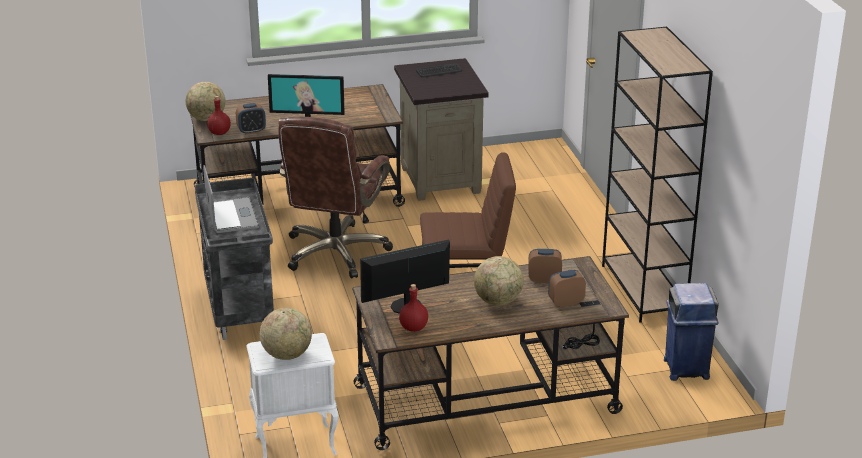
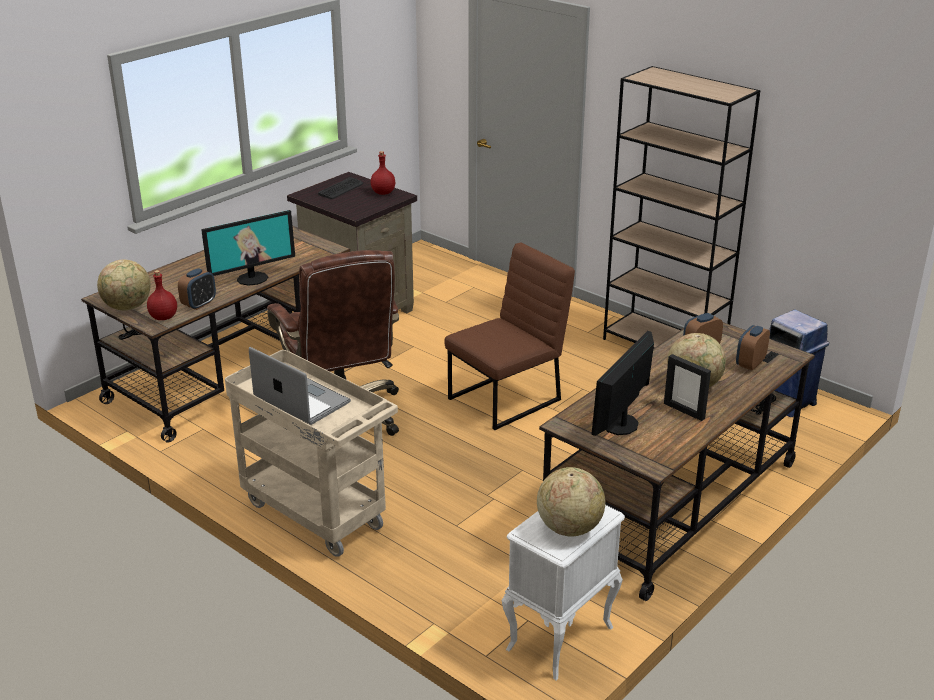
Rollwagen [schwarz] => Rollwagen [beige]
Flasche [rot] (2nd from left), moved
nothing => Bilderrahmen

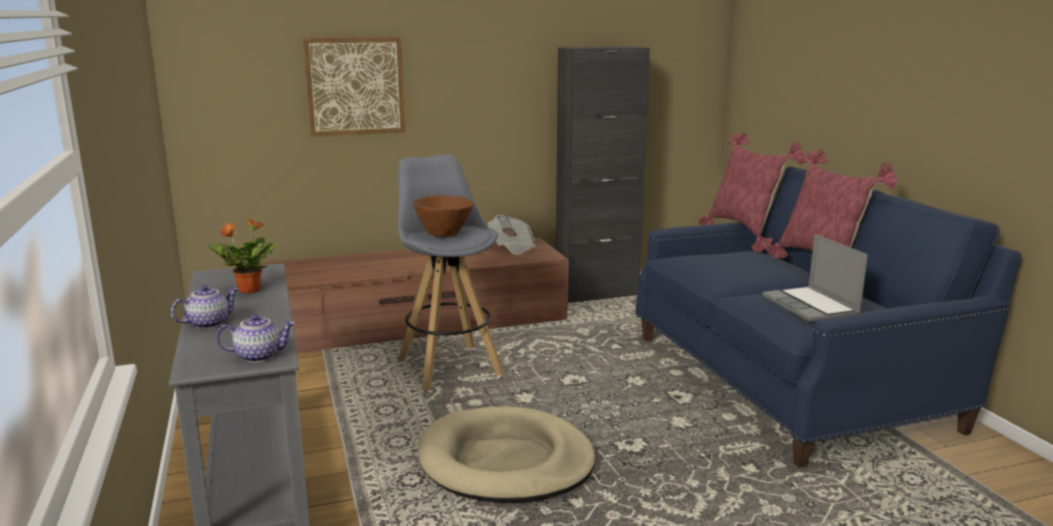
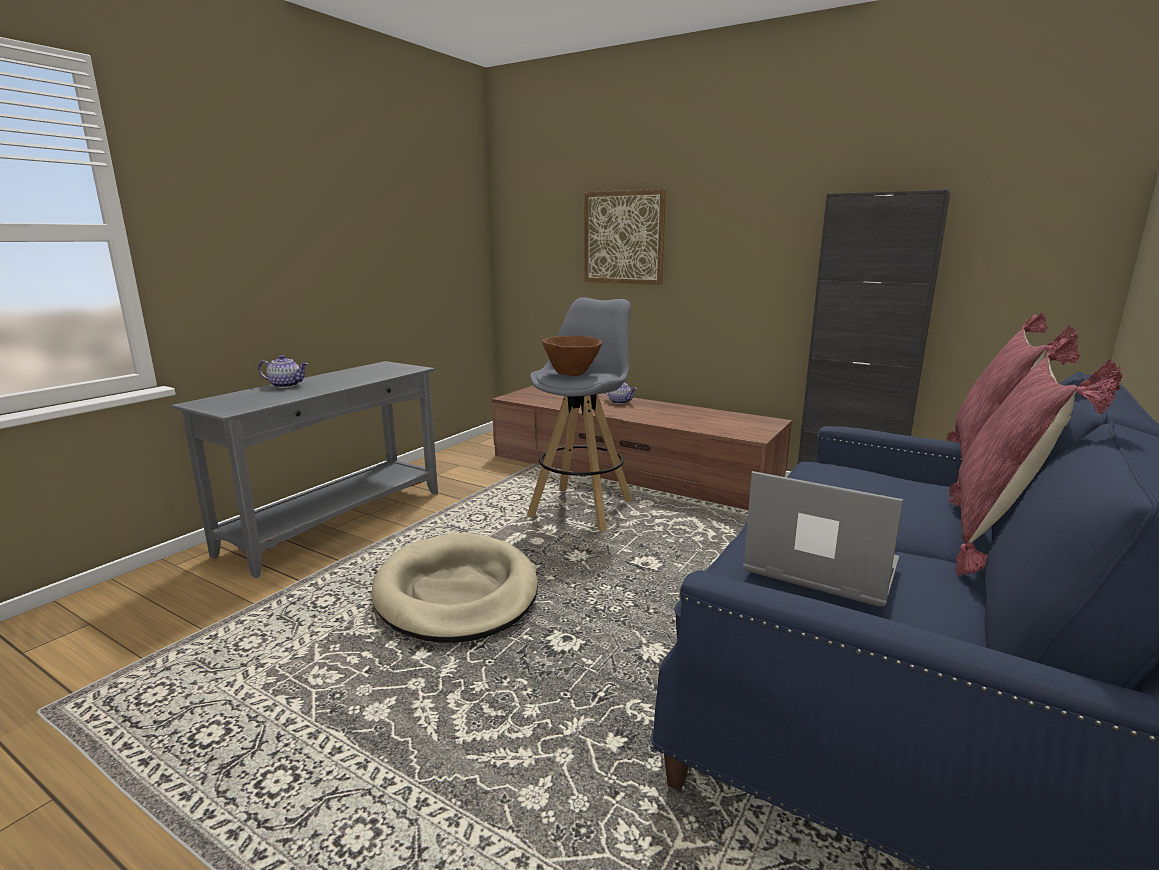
Teekanne (2nd from left), moved
Laptop, 90 degrees clockwise
Topfpflanze => nothing
Zeitung => nothing

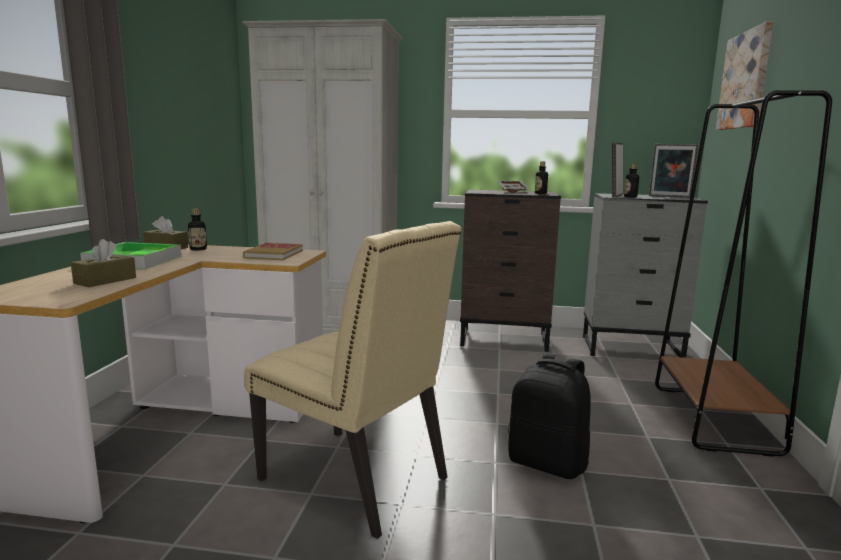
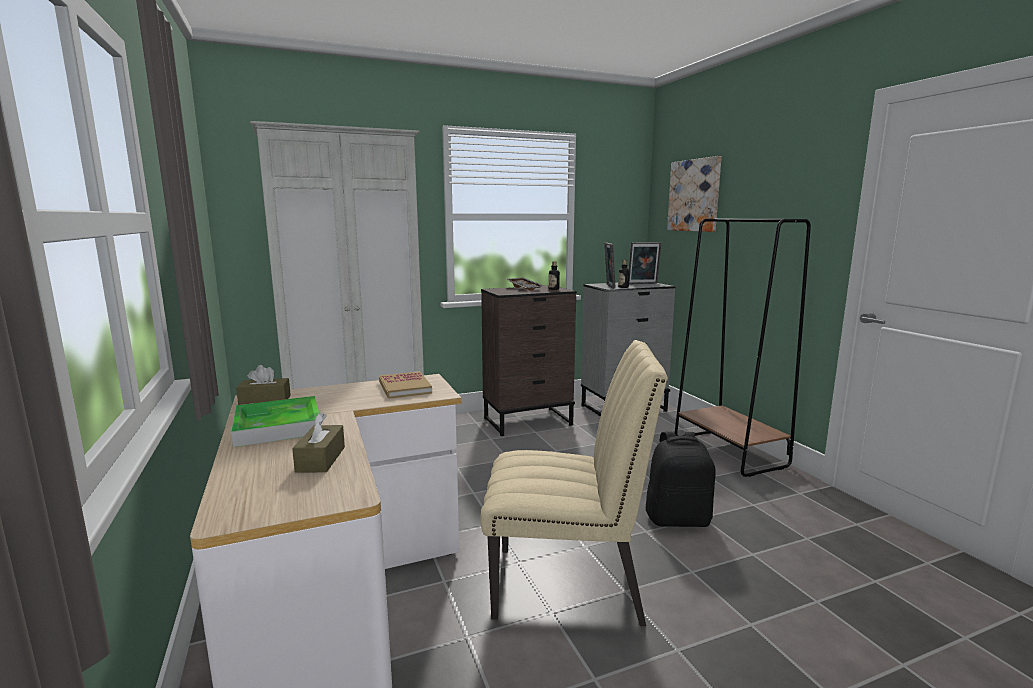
Flasche (1st from left) => nothing

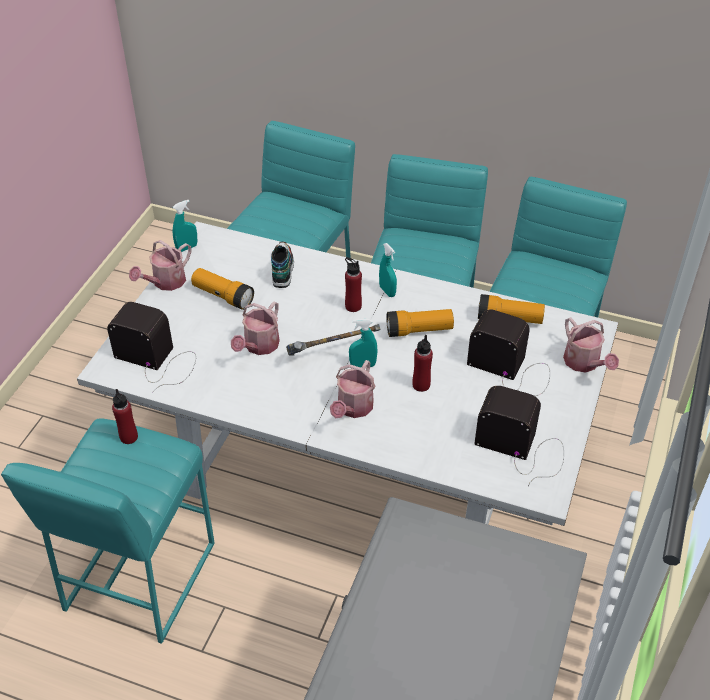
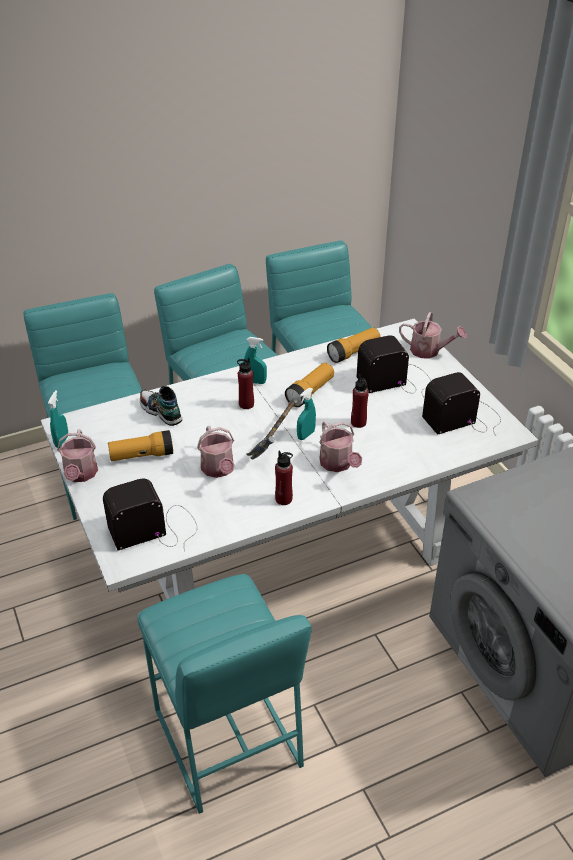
Flasche [rot] (1st from left in the first image) => Flasche [rot] (2nd from left), moved

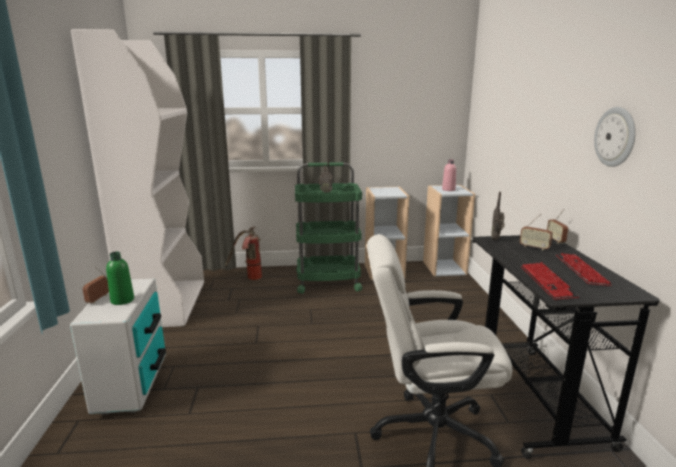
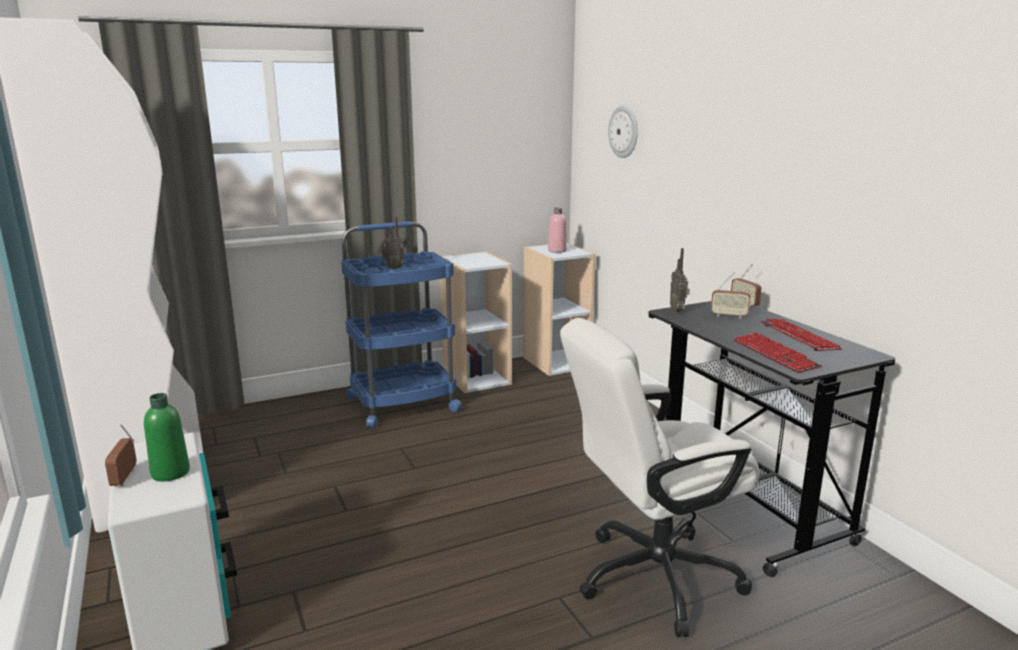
Rollwagen [grün] => Rollwagen [blau]
Wanduhr, moved
Feuerlöscher => nothing

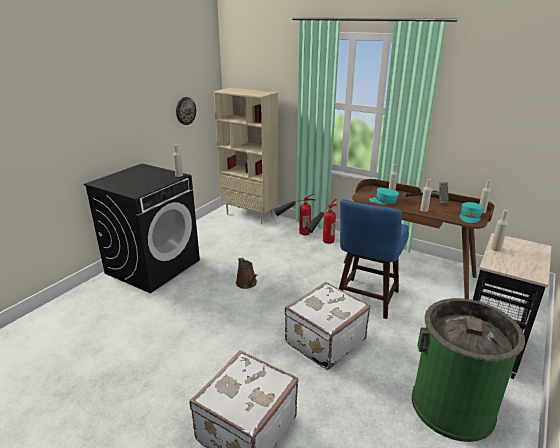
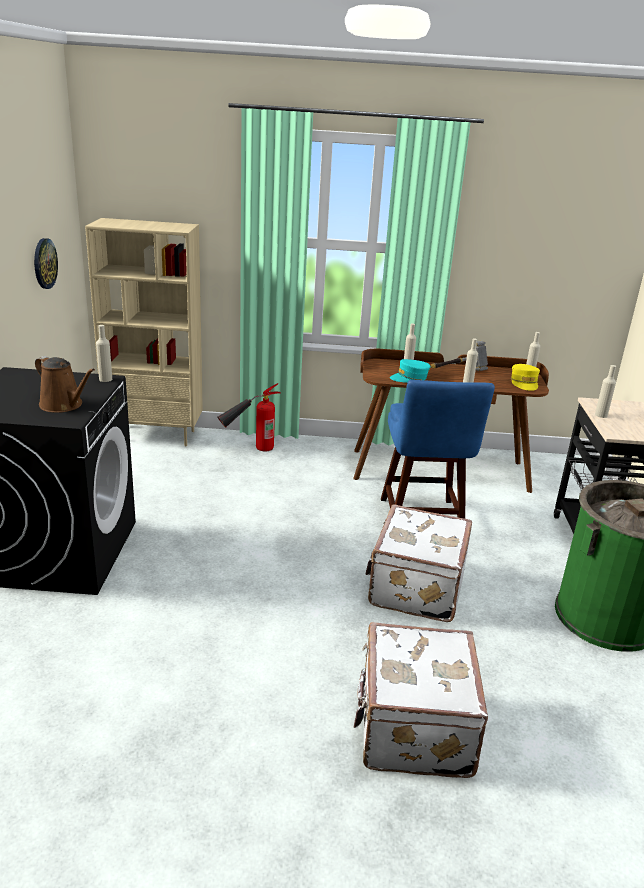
Gießkanne [braun], moved
Kappe [türkis] (2nd from left) => Kappe [gelb]
Feuerlöscher (2nd from left) => nothing

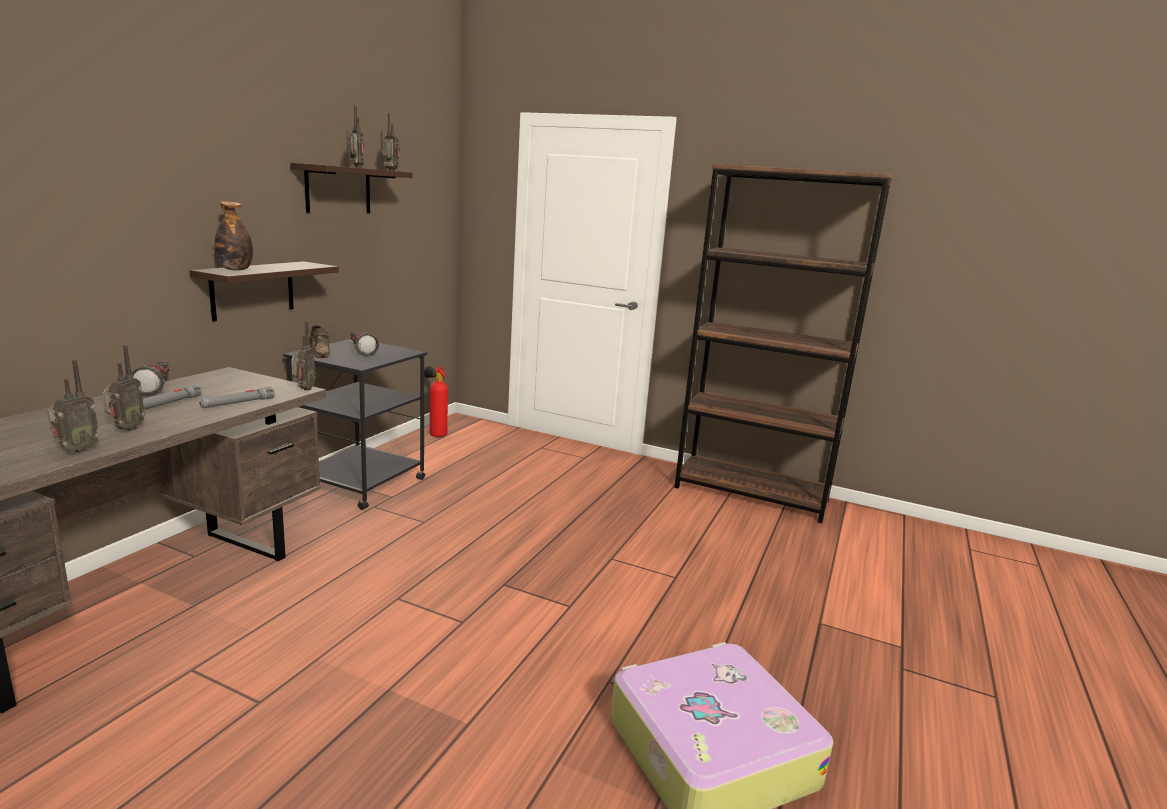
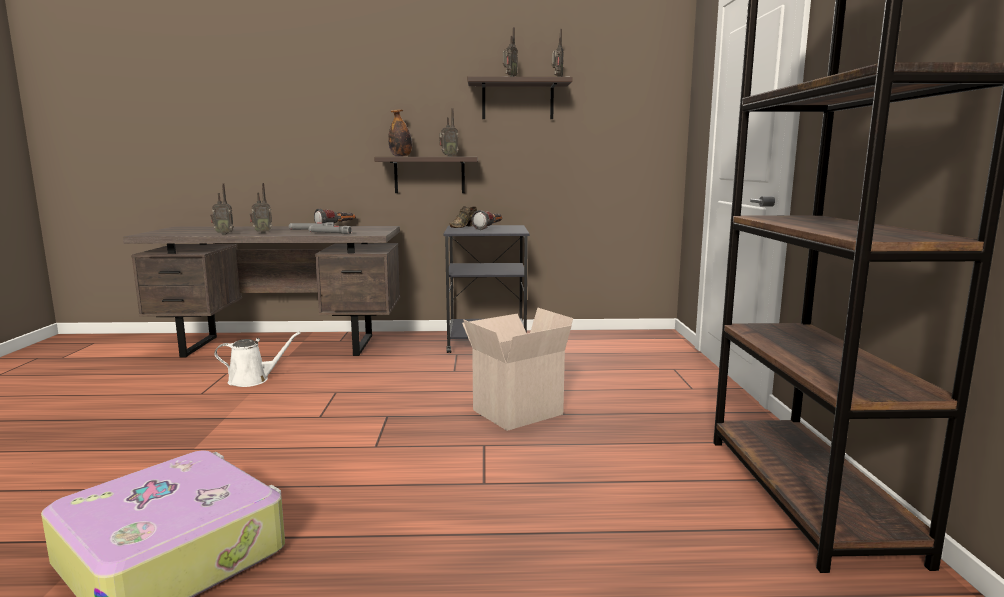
nothing => Gießkanne [weiß]
Radio (3rd from left), moved
nothing => Karton
Feuerlöscher => nothing

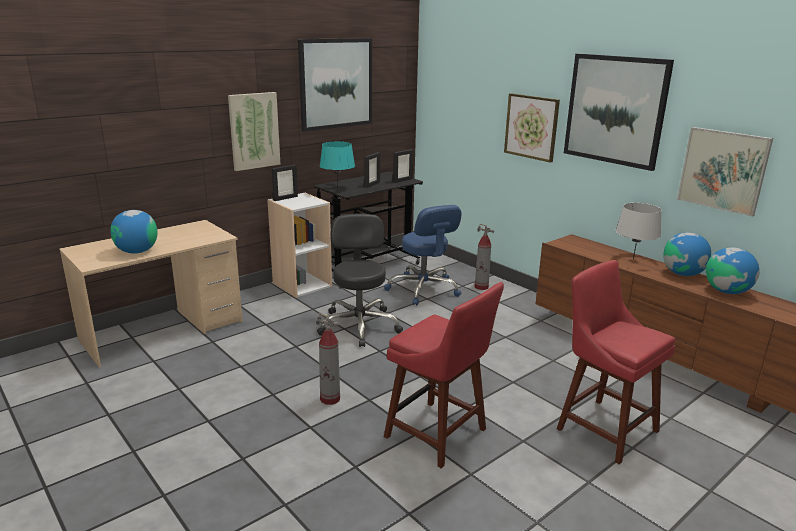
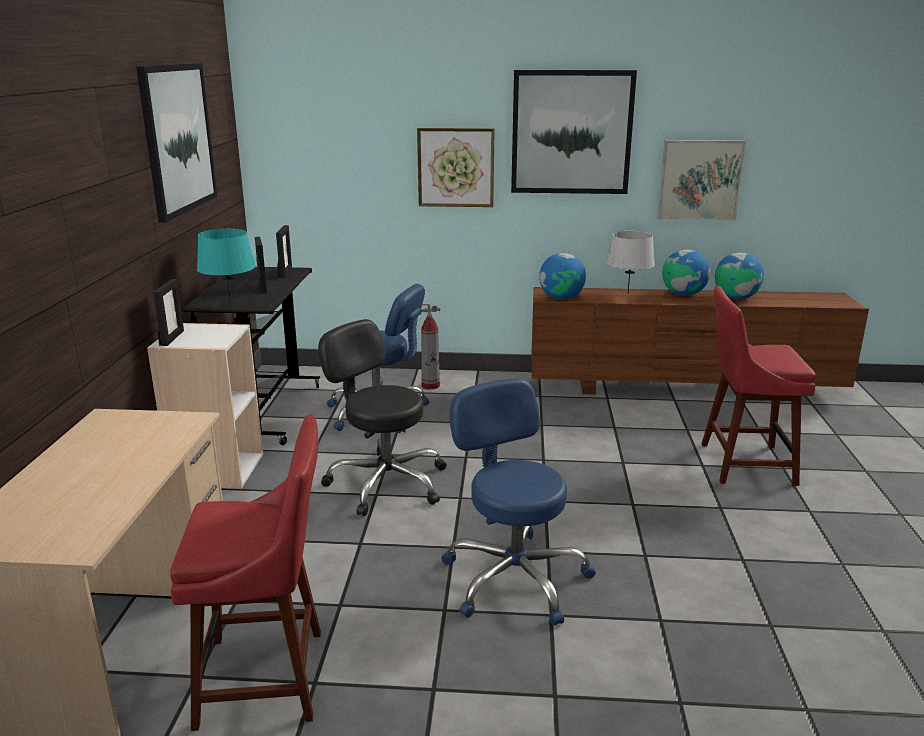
Stuhl [rot] (1st from left), moved
Feuerlöscher (1st from left) => Bürostuhl [blau] (2nd from left)
Globus (1st from left), moved
Bild (1st from left) => nothing

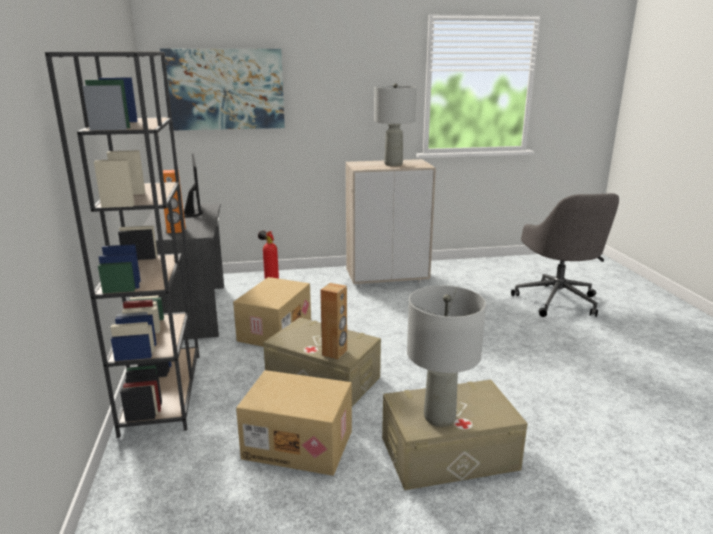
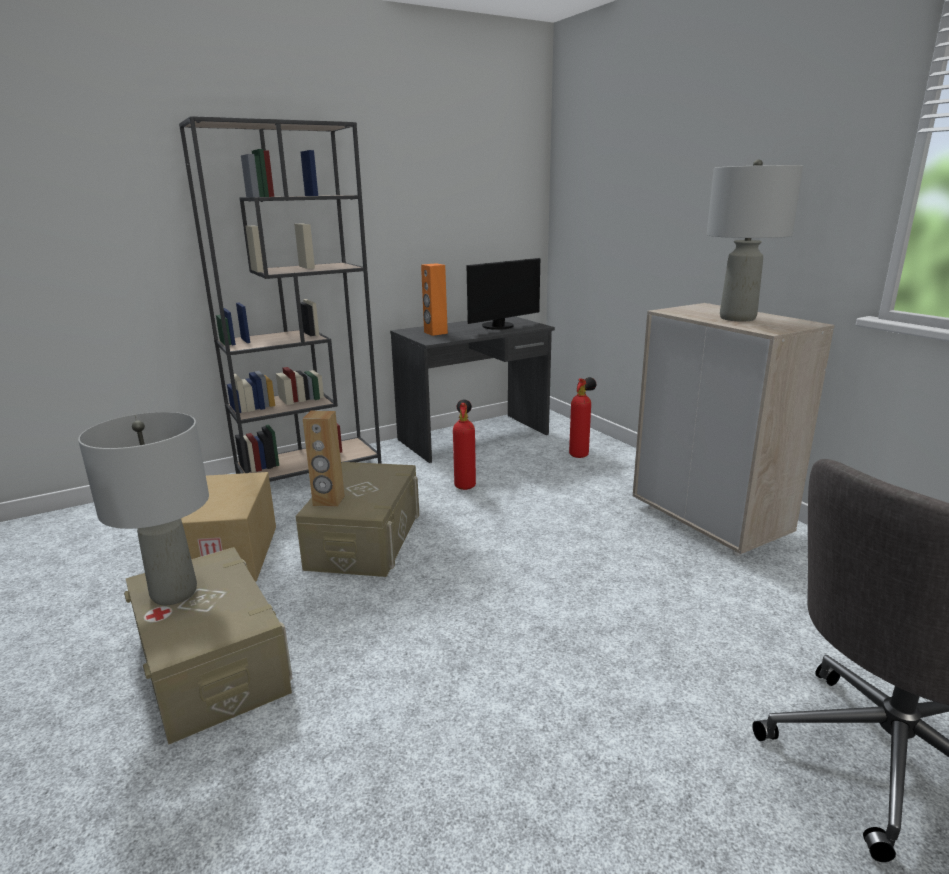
Karton (1st from left) => Feuerlöscher (1st from left)
Bild => nothing

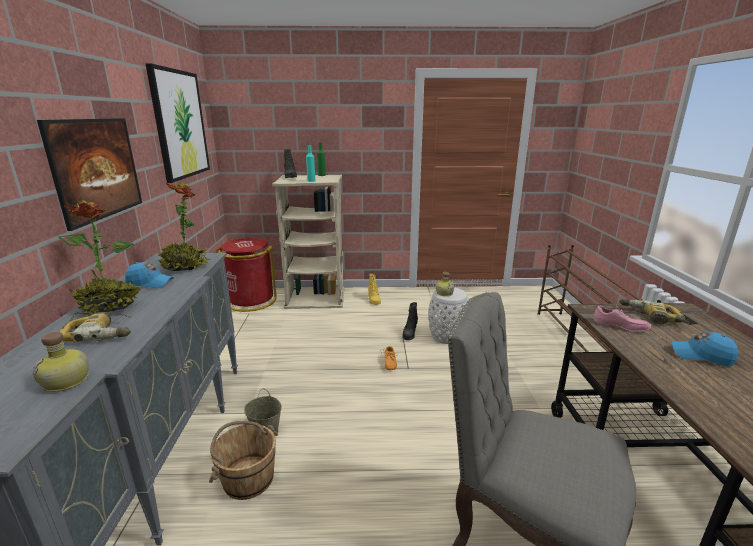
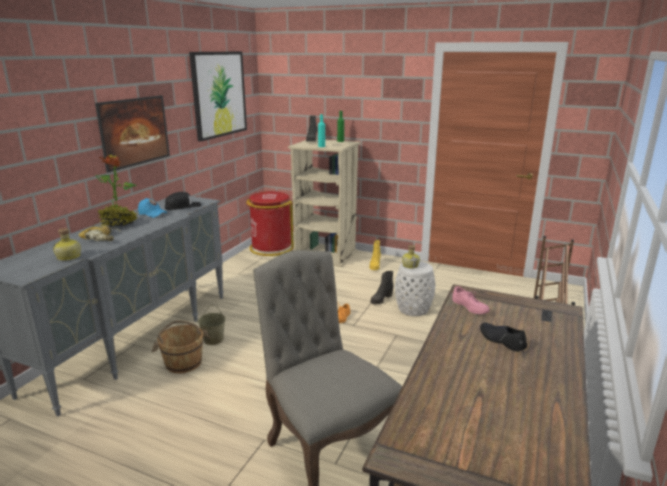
Topfpflanze (2nd from left) => Kappe [schwarz]
Kappe [blau] (2nd from left) => Schuh [schwarz]
Bohrmaschine (2nd from left) => nothing

